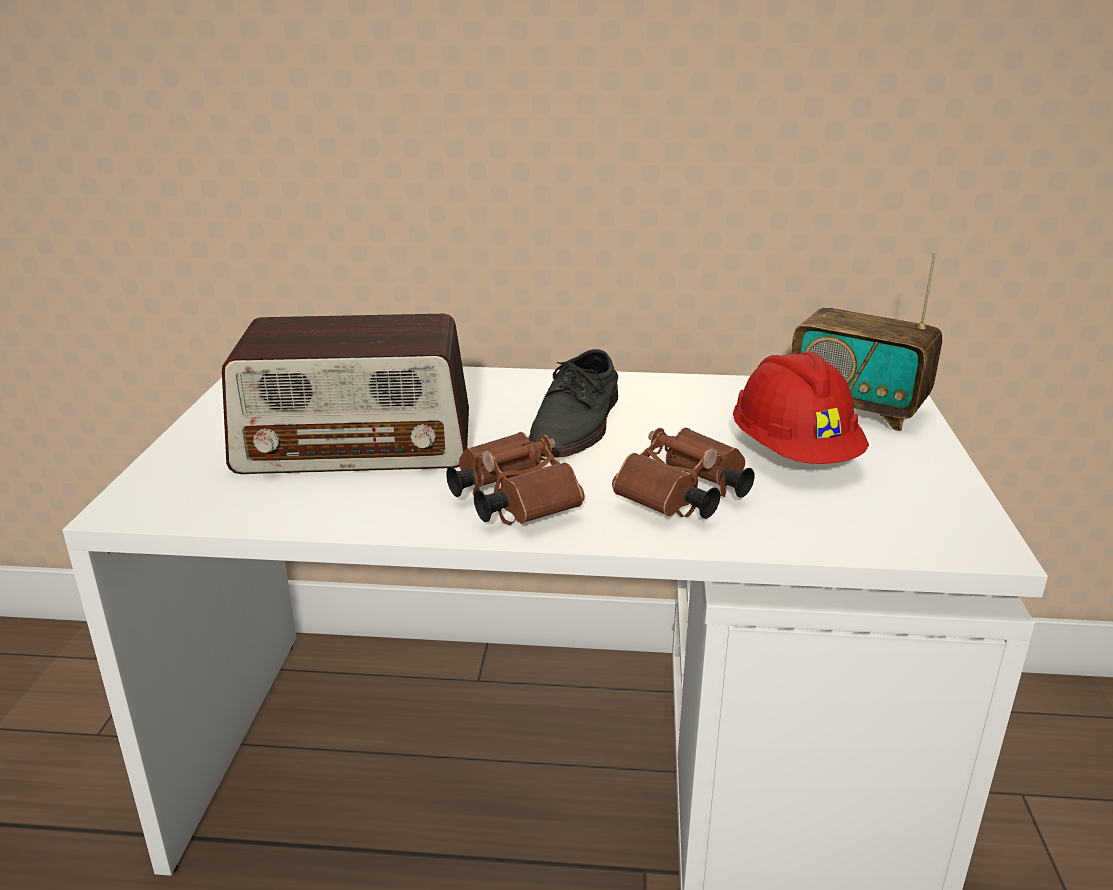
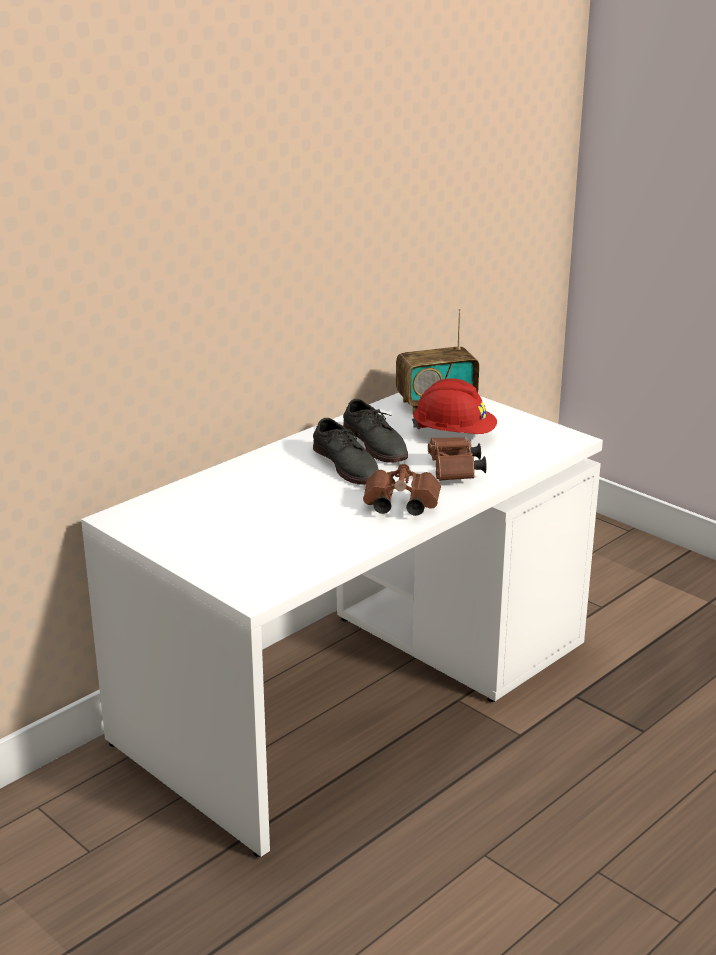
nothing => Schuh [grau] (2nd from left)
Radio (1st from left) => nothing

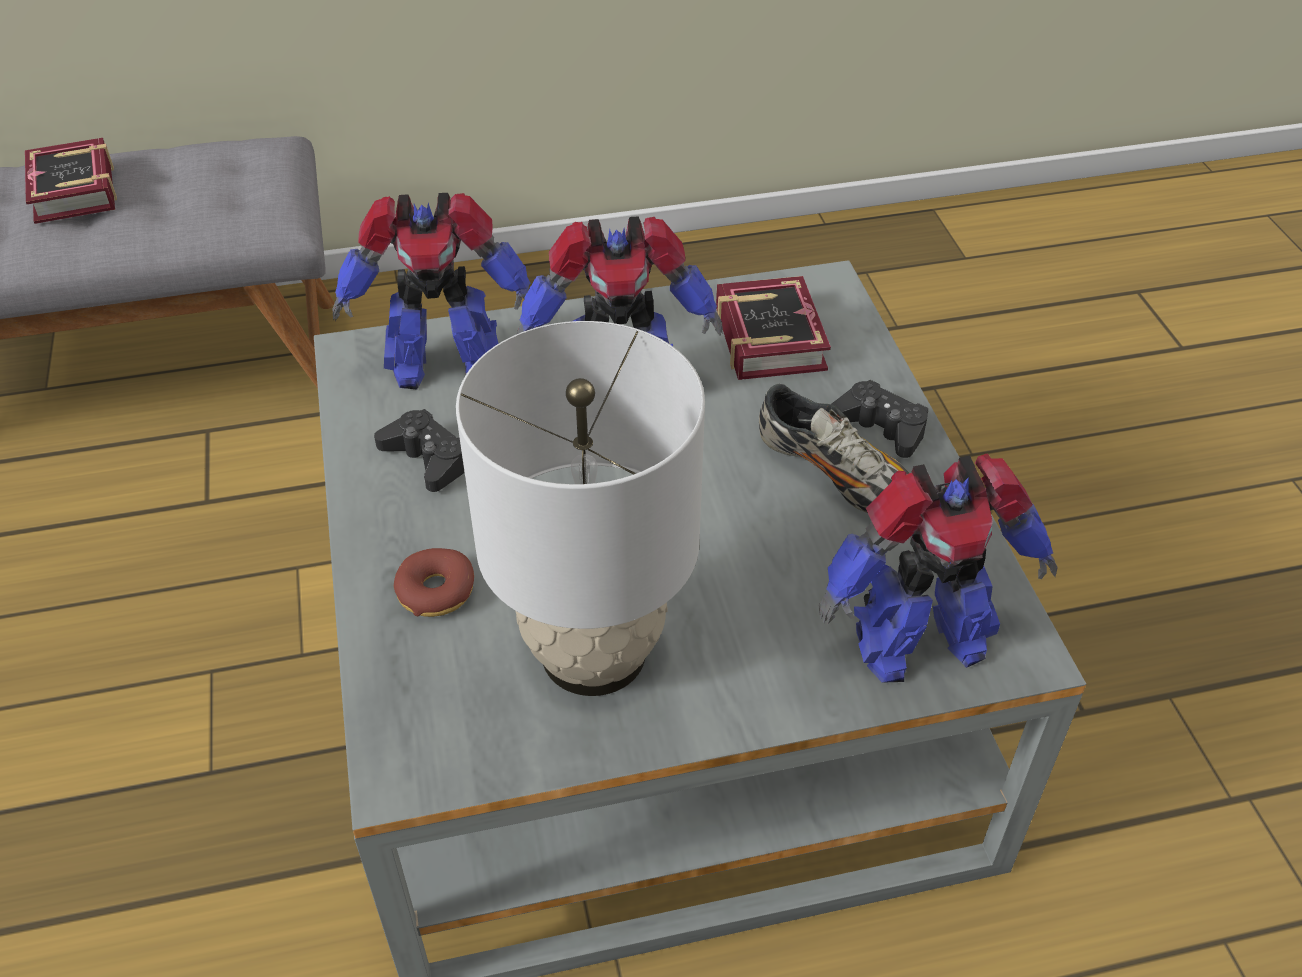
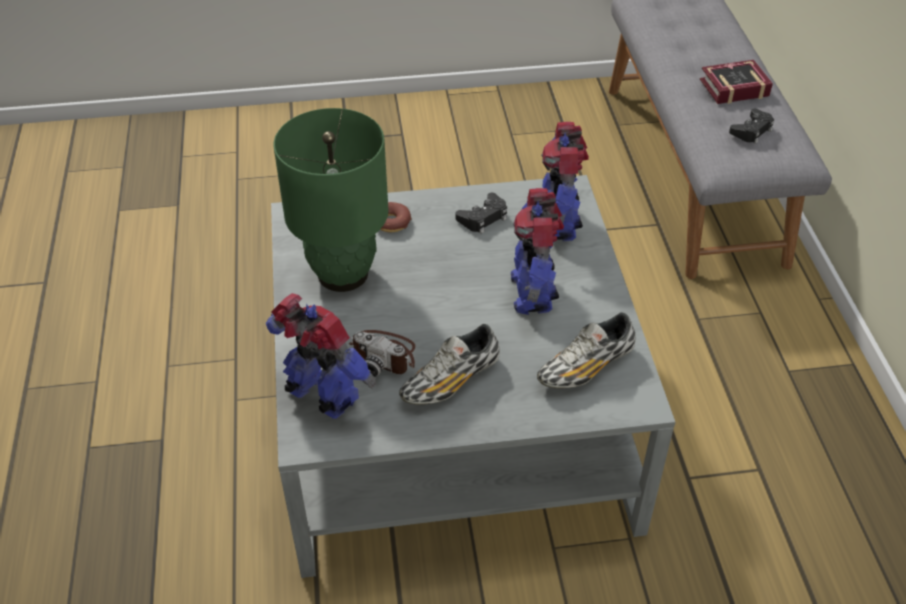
Spielzeugroboter (3rd from left in the first image) => Spielzeugroboter (1st from left), 135 degrees clockwise
Tischlampe [weiß] => Tischlampe [grün]
nothing => Kamera
Buch (2nd from left) => Schuh (2nd from left)
Gamepad [schwarz] (2nd from left), moved

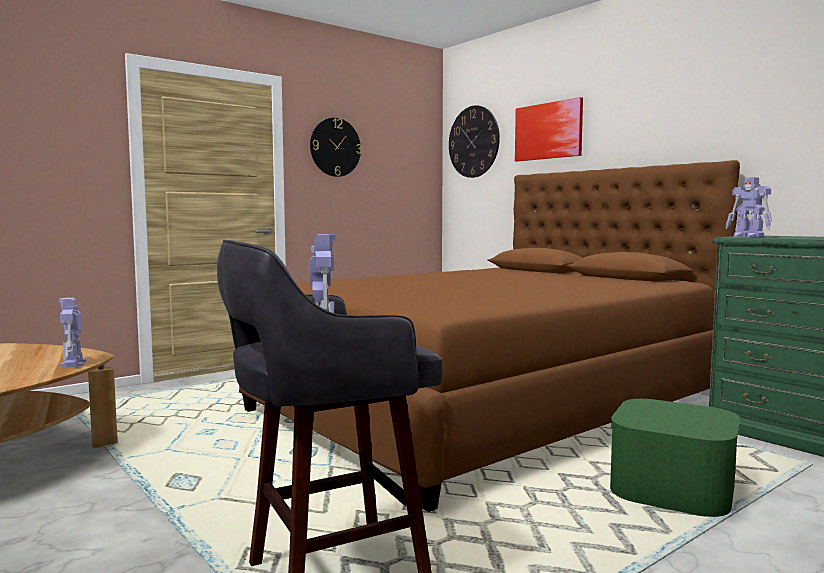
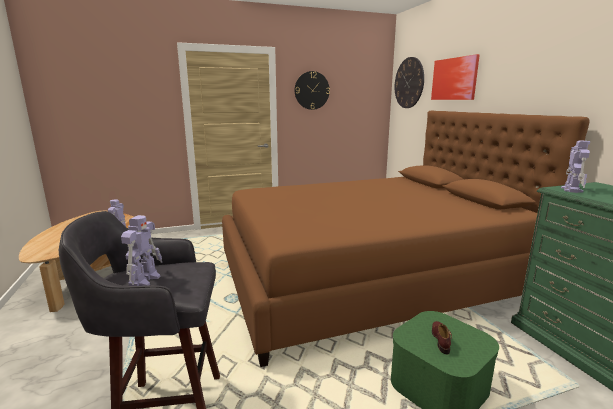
nothing => Schuh [braun]
Spielzeugroboter (3rd from left), 150 degrees counterclockwise

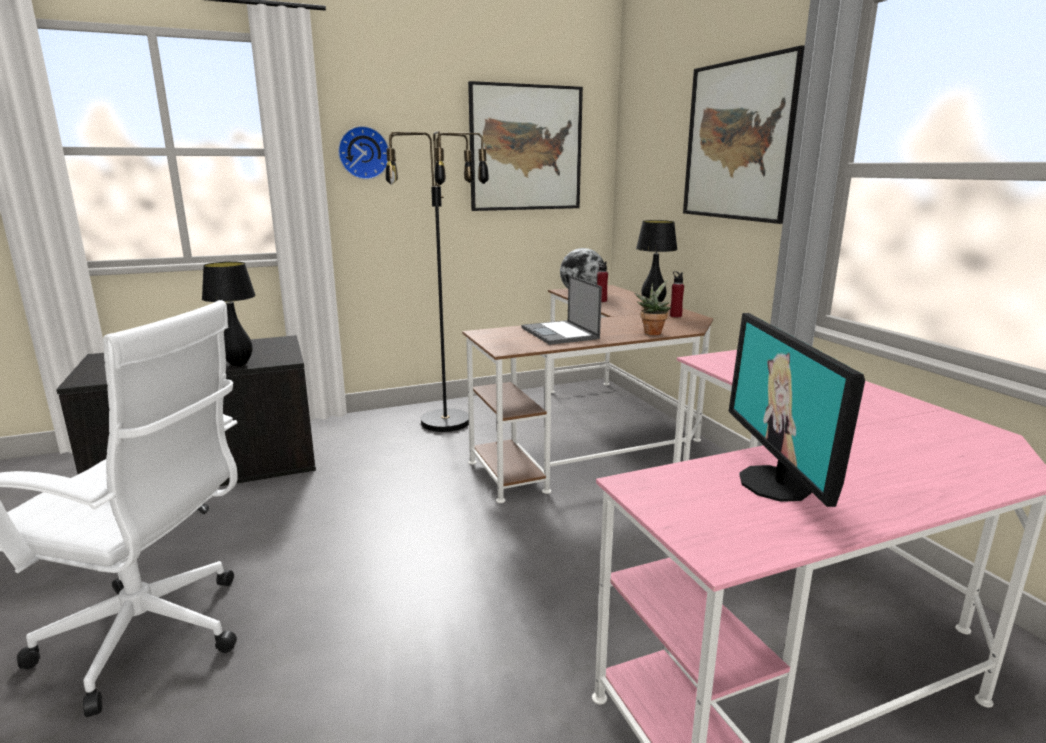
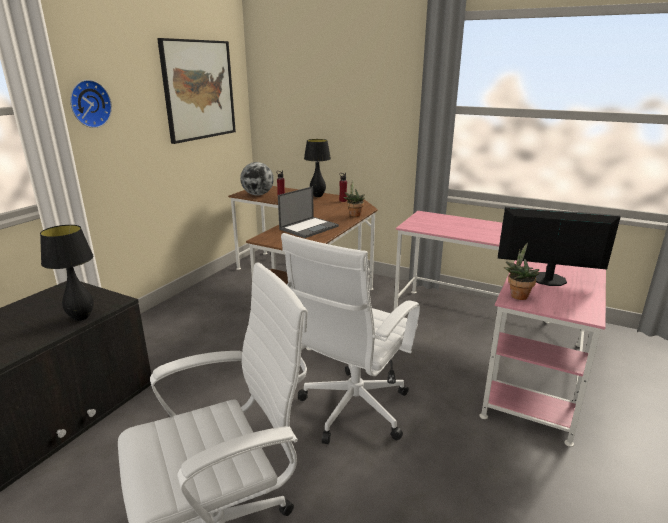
Laptop, 75 degrees counterclockwise
nothing => Bürostuhl [weiß] (2nd from left)
Monitor, 150 degrees clockwise
nothing => Topfpflanze (2nd from left)
Stehlampe => nothing
Bild (2nd from left) => nothing

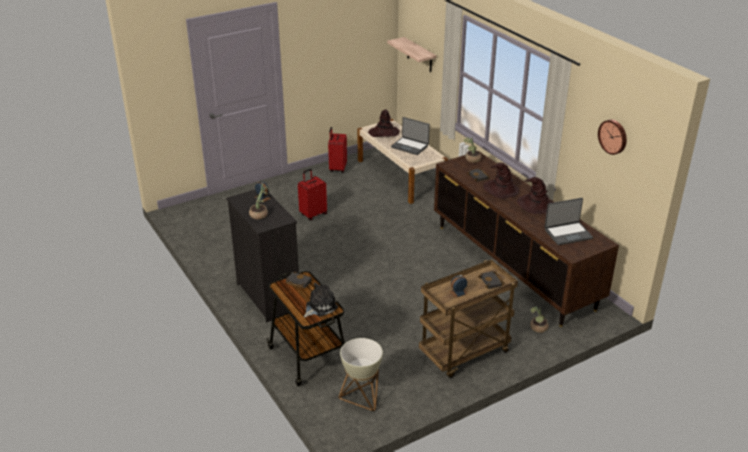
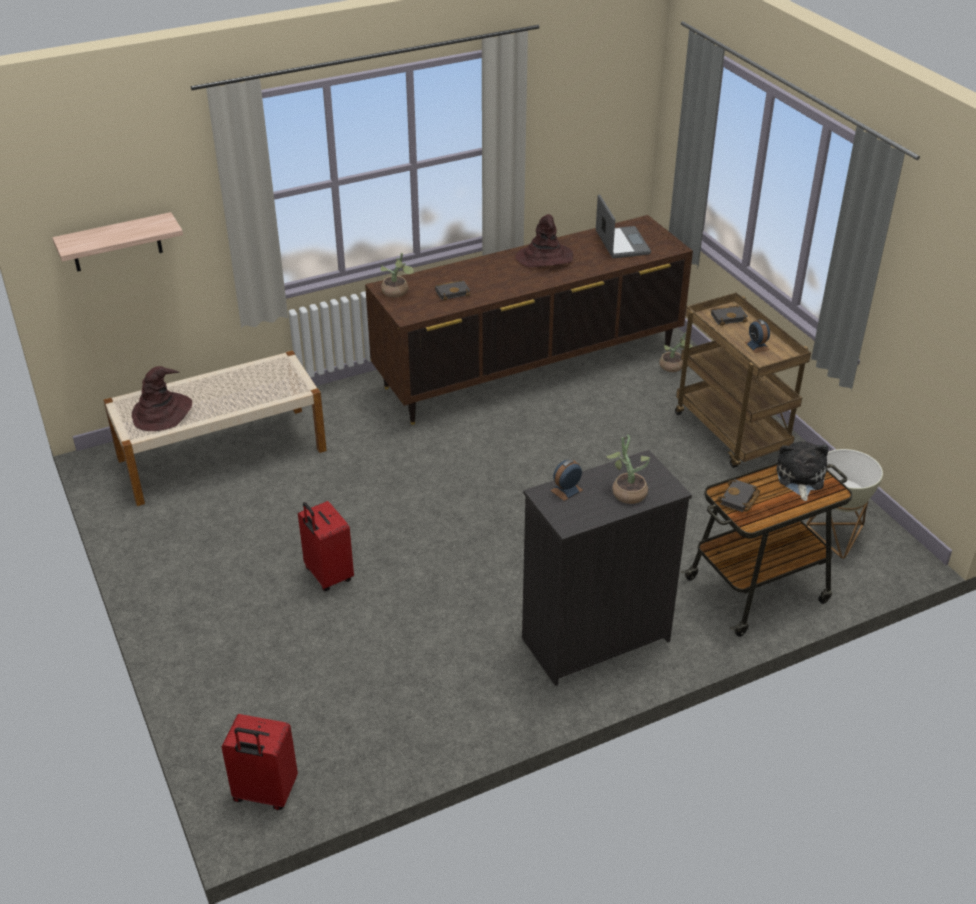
Koffer [rot] (2nd from left in the first image) => Koffer [rot] (1st from left), moved
Plüschtier, 45 degrees clockwise
Laptop (1st from left) => nothing
Hut [braun] (2nd from left) => nothing
Wanduhr => nothing

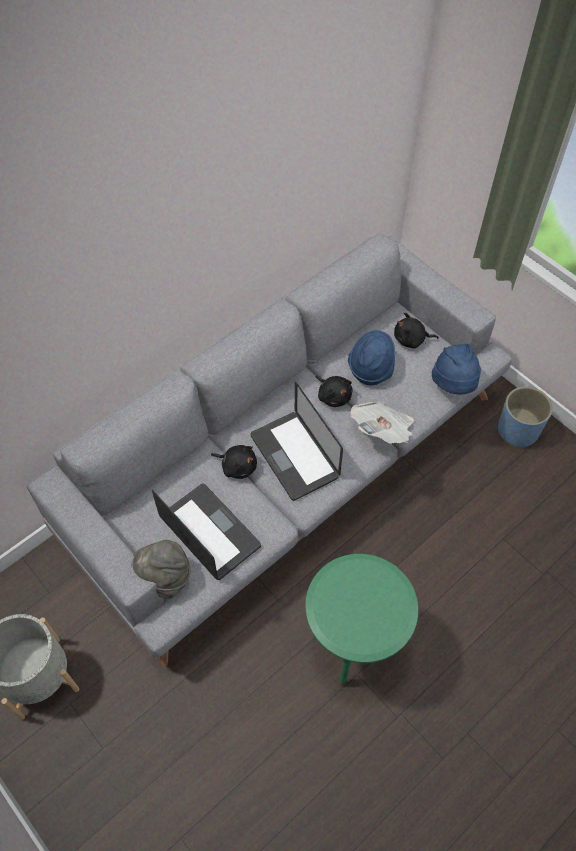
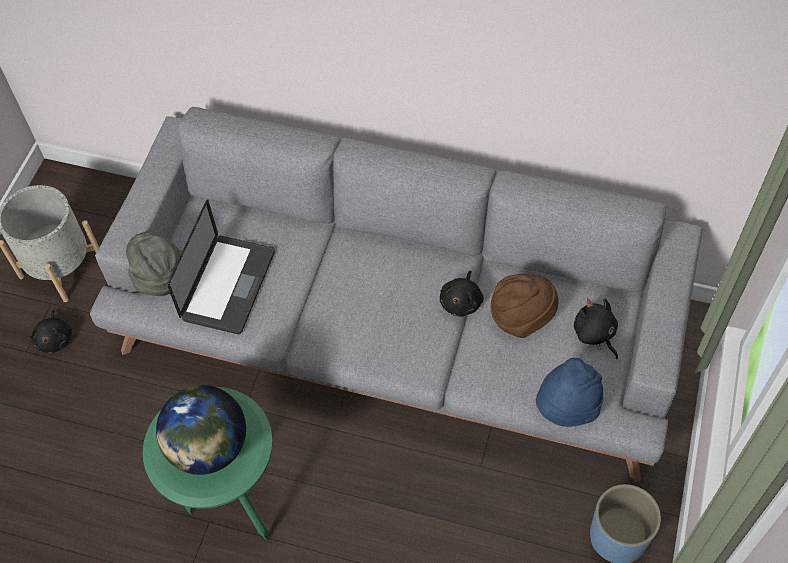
Plüschtier [schwarz] (1st from left), moved
nothing => Globus
Hut [blau] (1st from left) => Hut [braun]
Laptop (2nd from left) => nothing
Zeitung => nothing

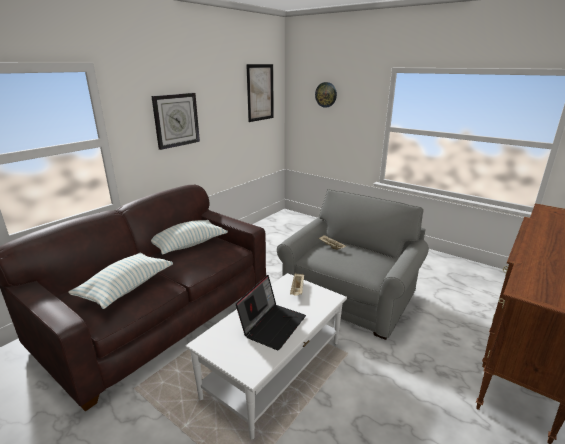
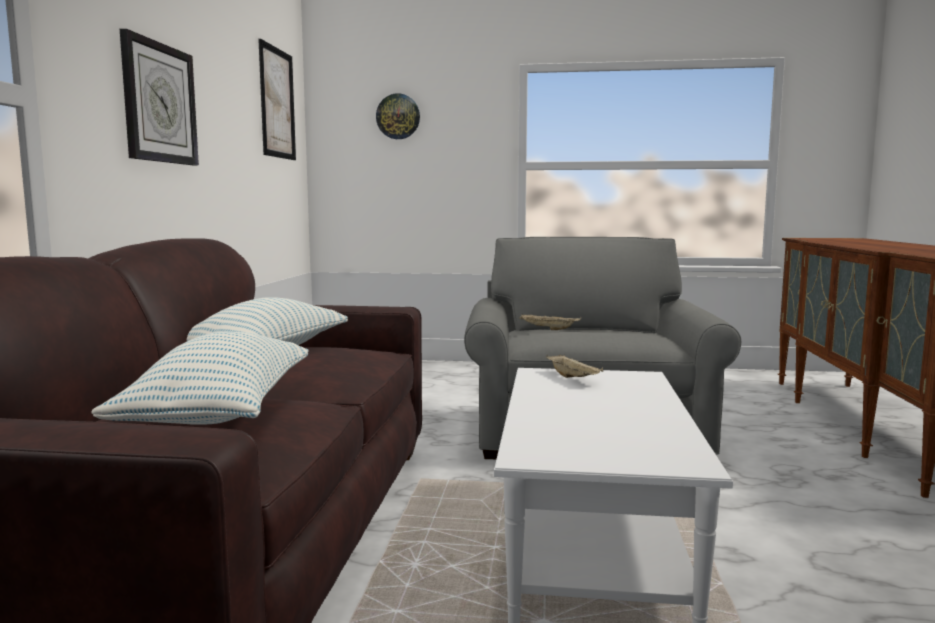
Laptop => nothing

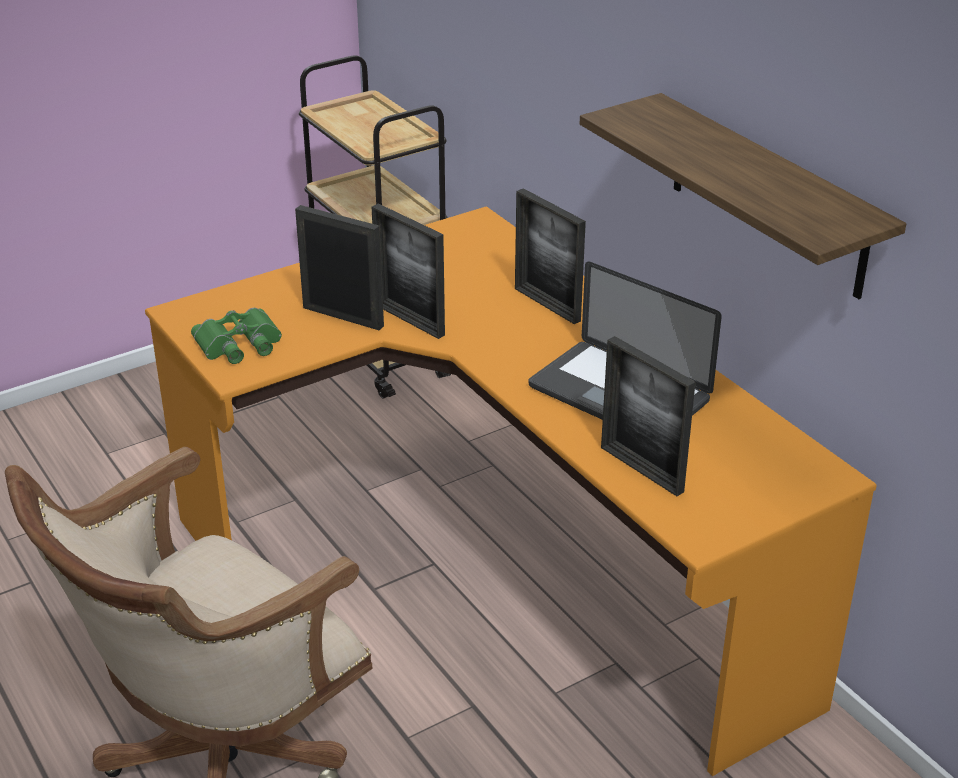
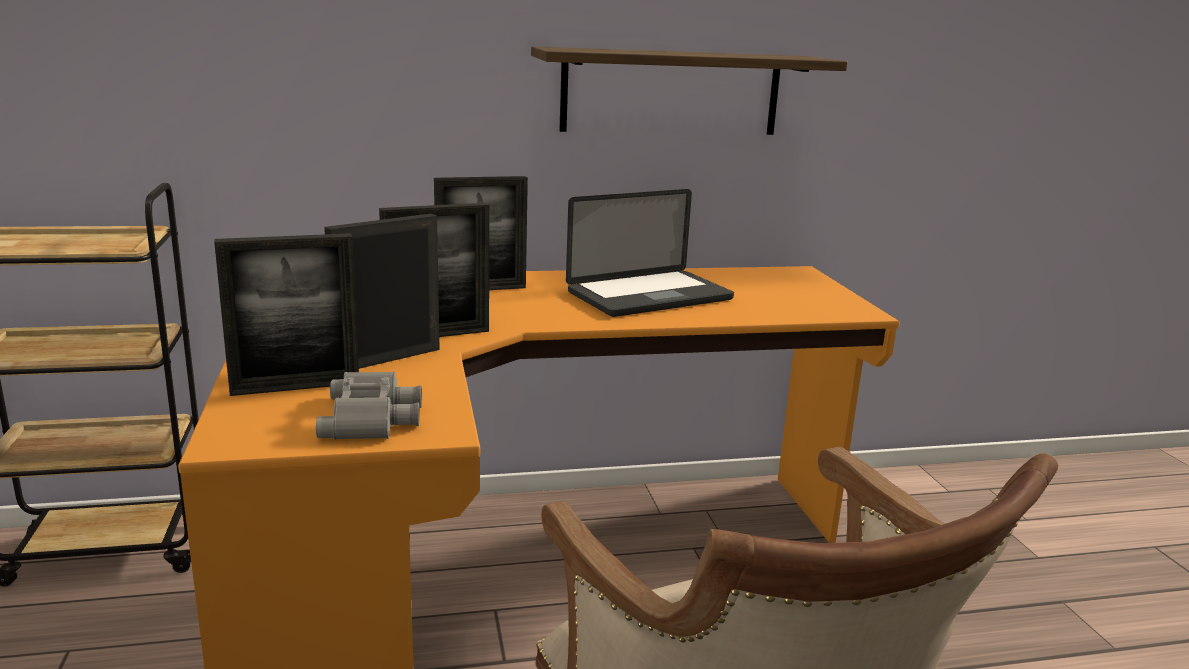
Bilderrahmen (4th from left in the first image) => Bilderrahmen (1st from left), moved
Fernglas [grün] => Fernglas [grau]

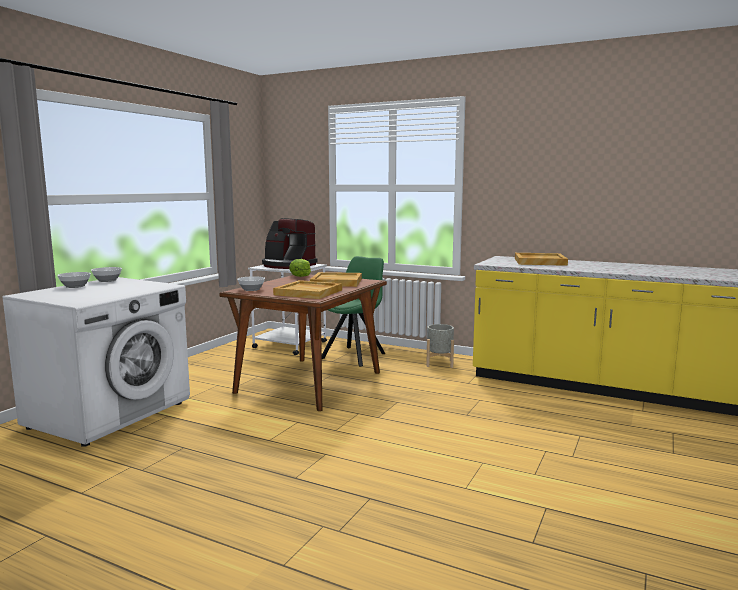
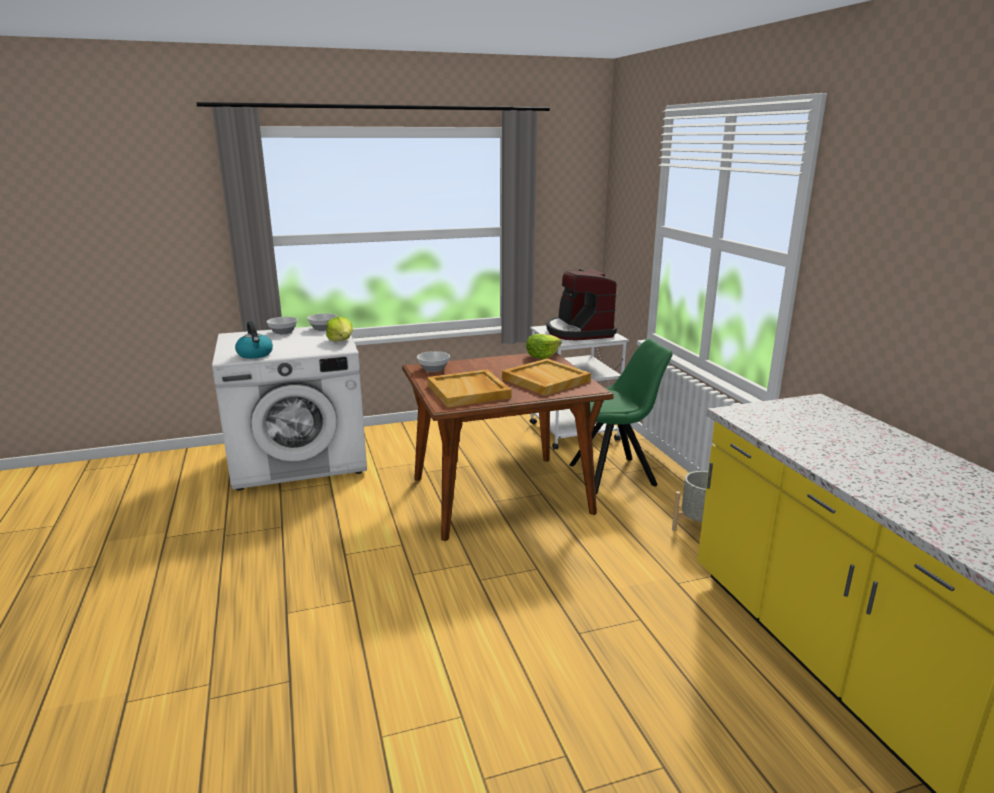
nothing => Wasserkessel
nothing => Salatkopf (1st from left)
Tablett [beige] (3rd from left) => nothing

